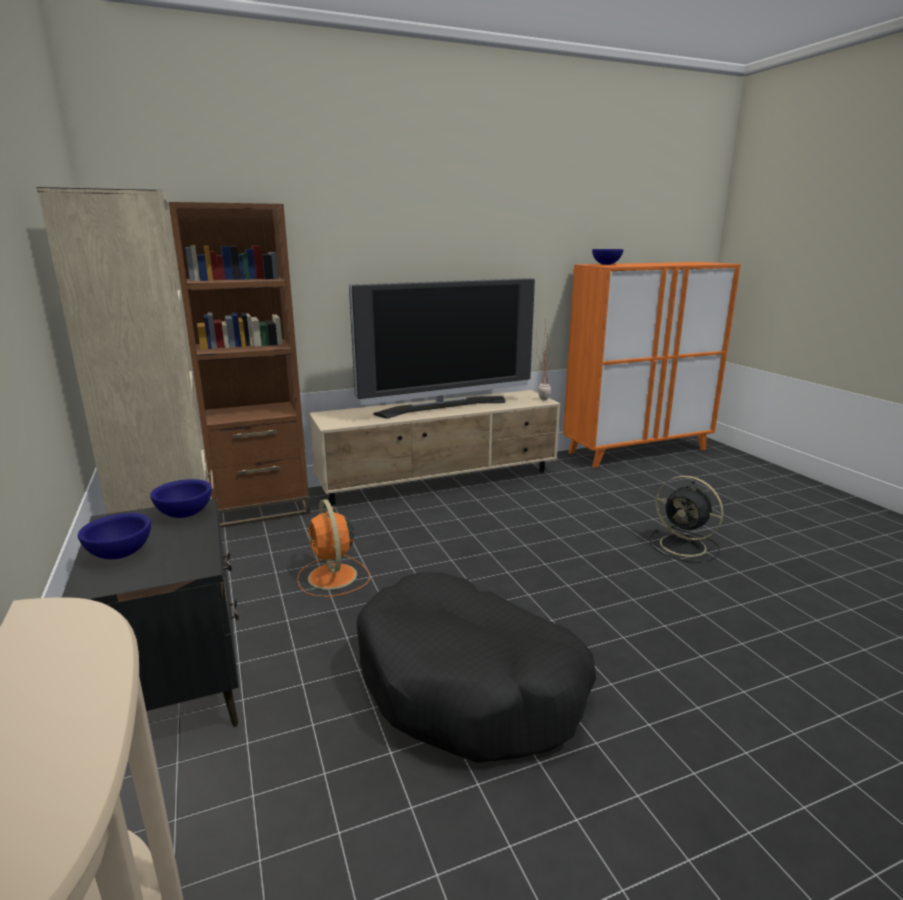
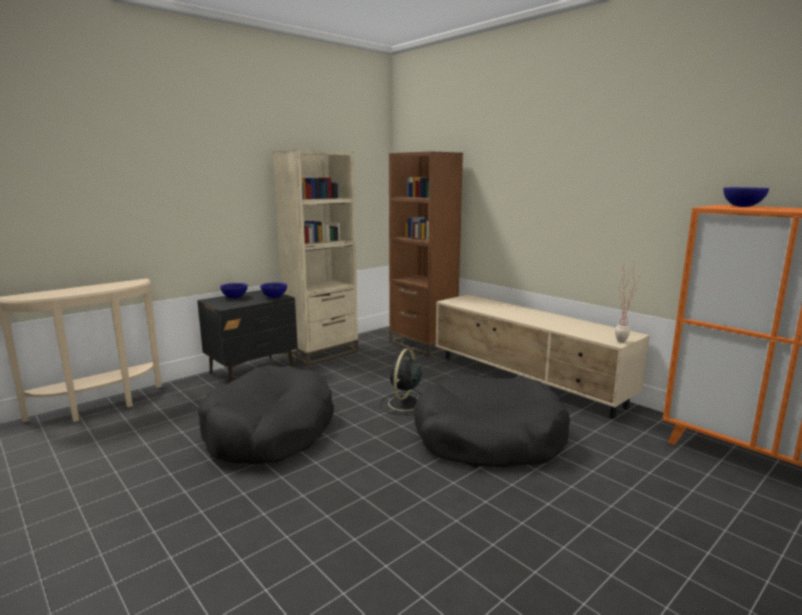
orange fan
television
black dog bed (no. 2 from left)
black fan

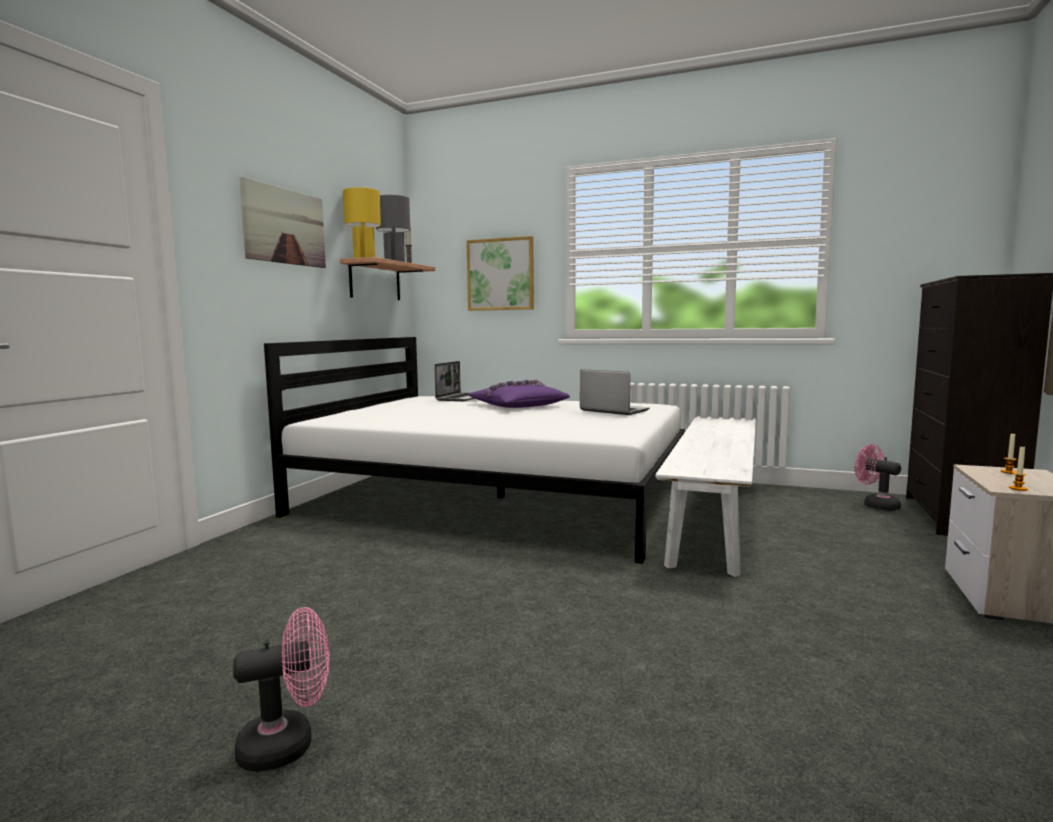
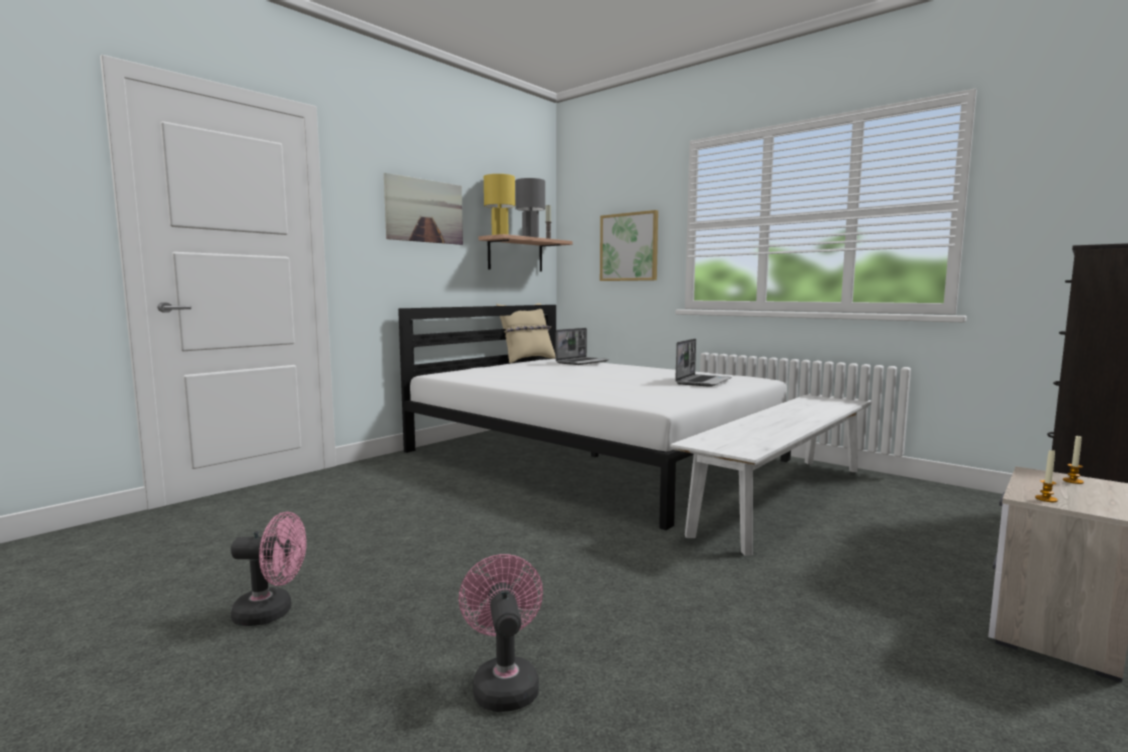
purple pillow
beige pillow
pink fan (no. 2 from left)
laptop (no. 2 from left)

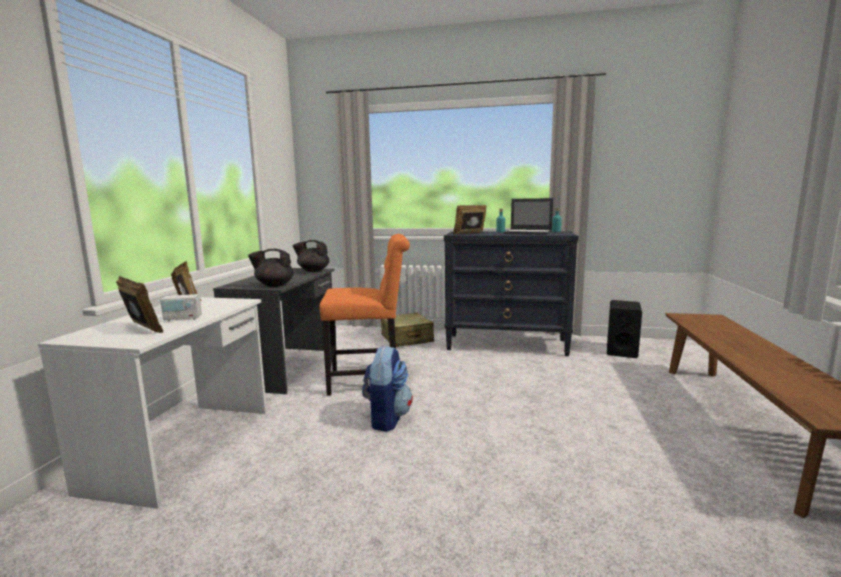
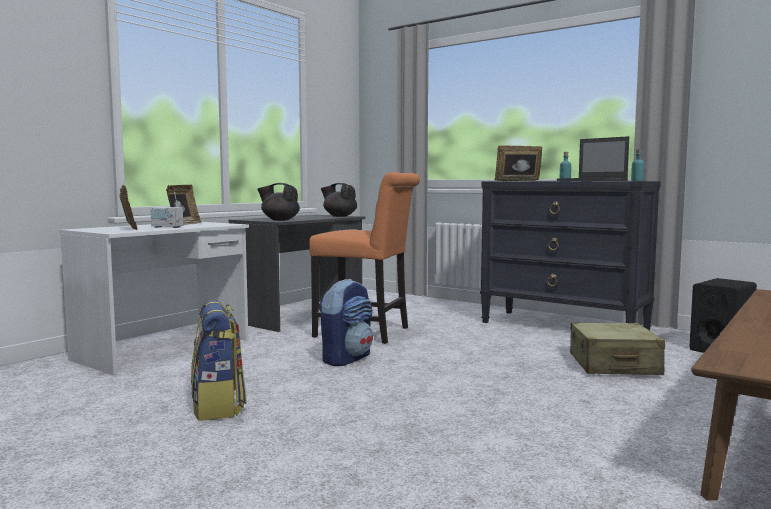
backpack (no. 1 from left)
beige suitcase

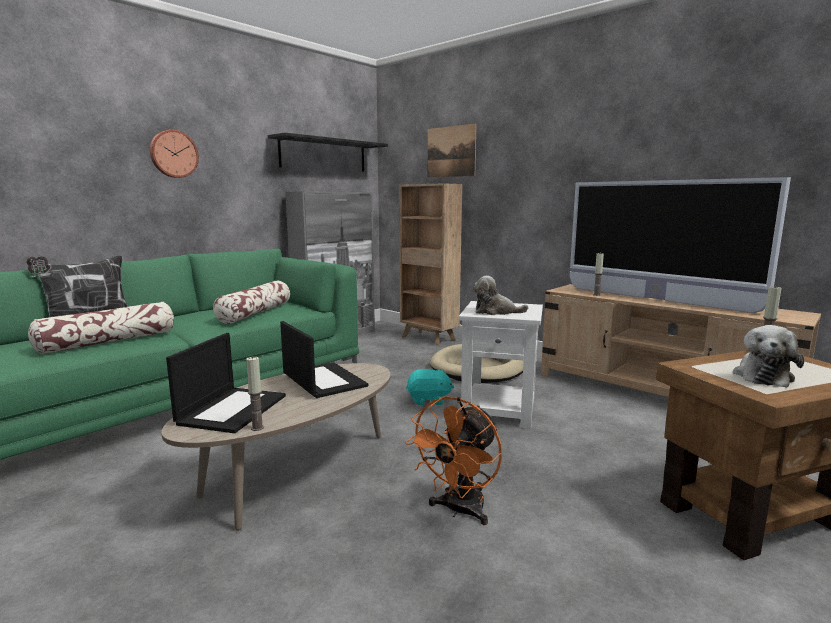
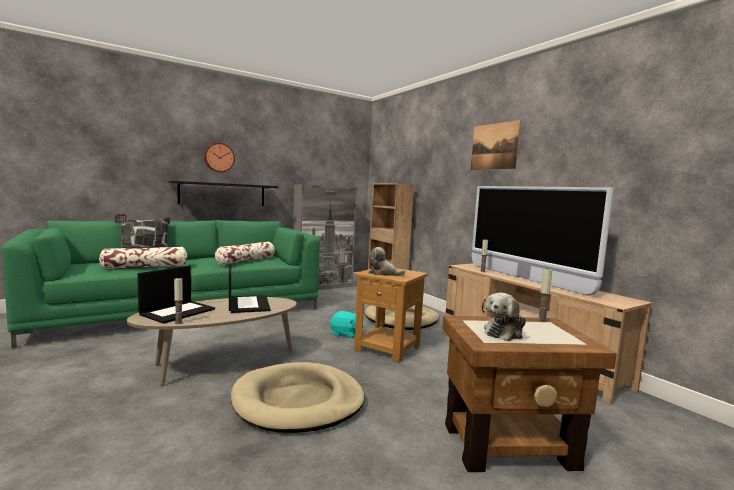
black shelf
picture
beige dog bed (no. 1 from left)
brown side table (no. 1 from left)

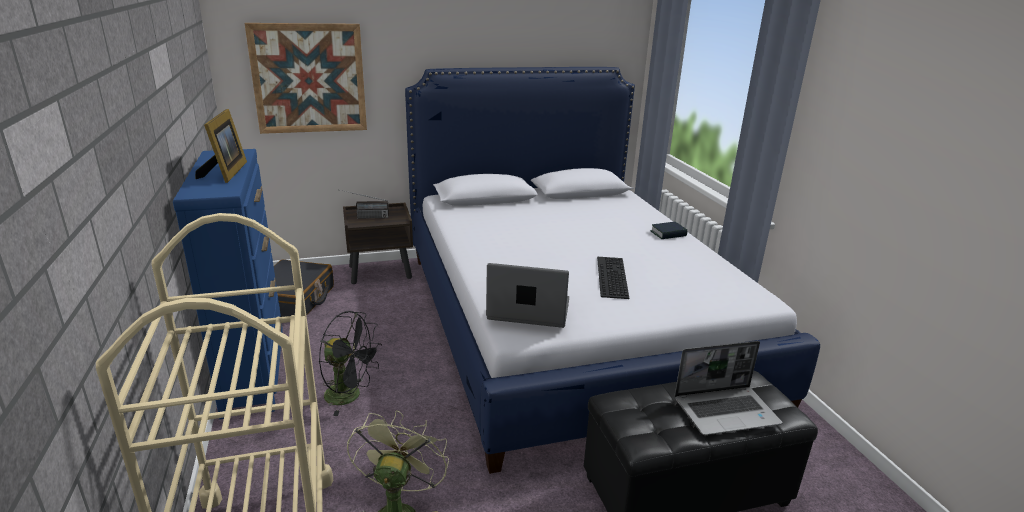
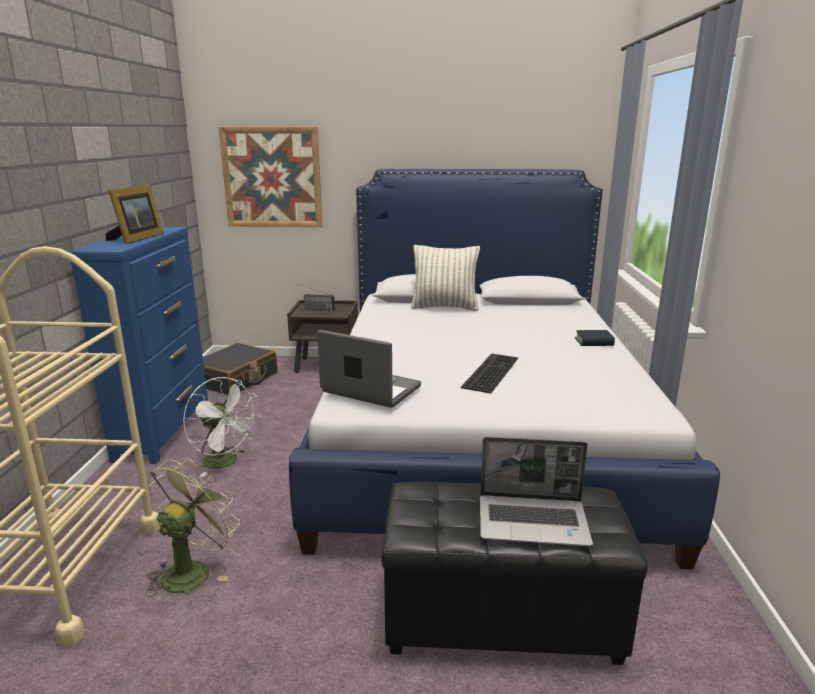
pillow
white fan

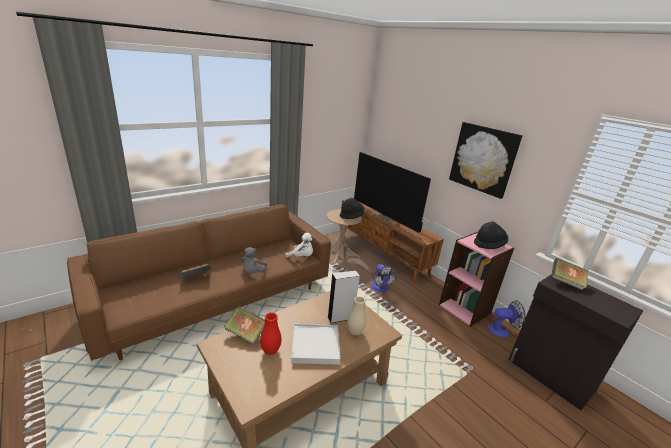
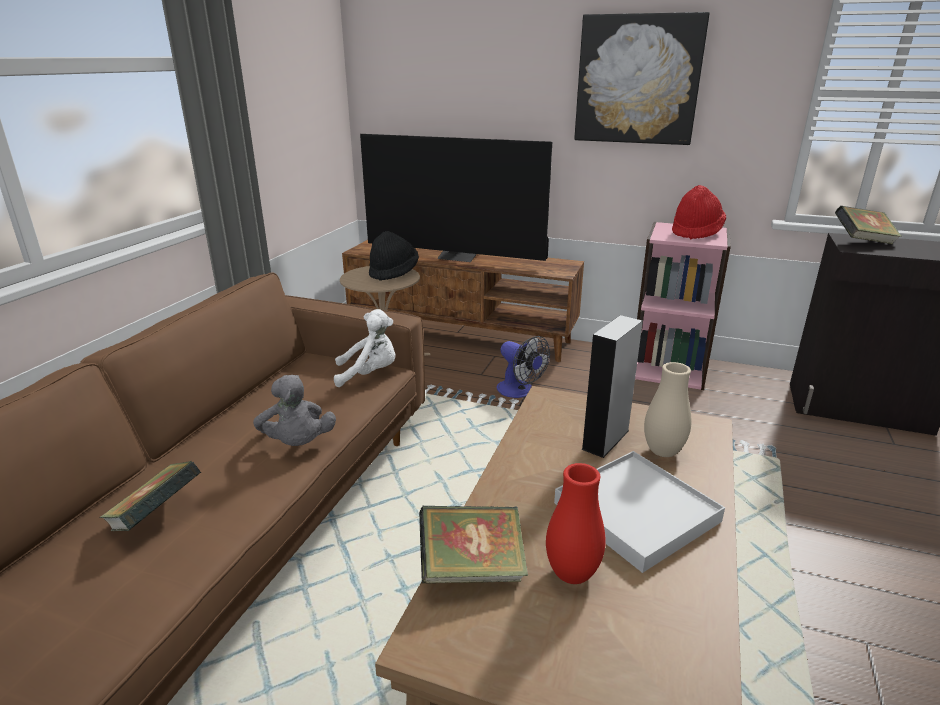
fan (no. 2 from left in the first image)
red hat

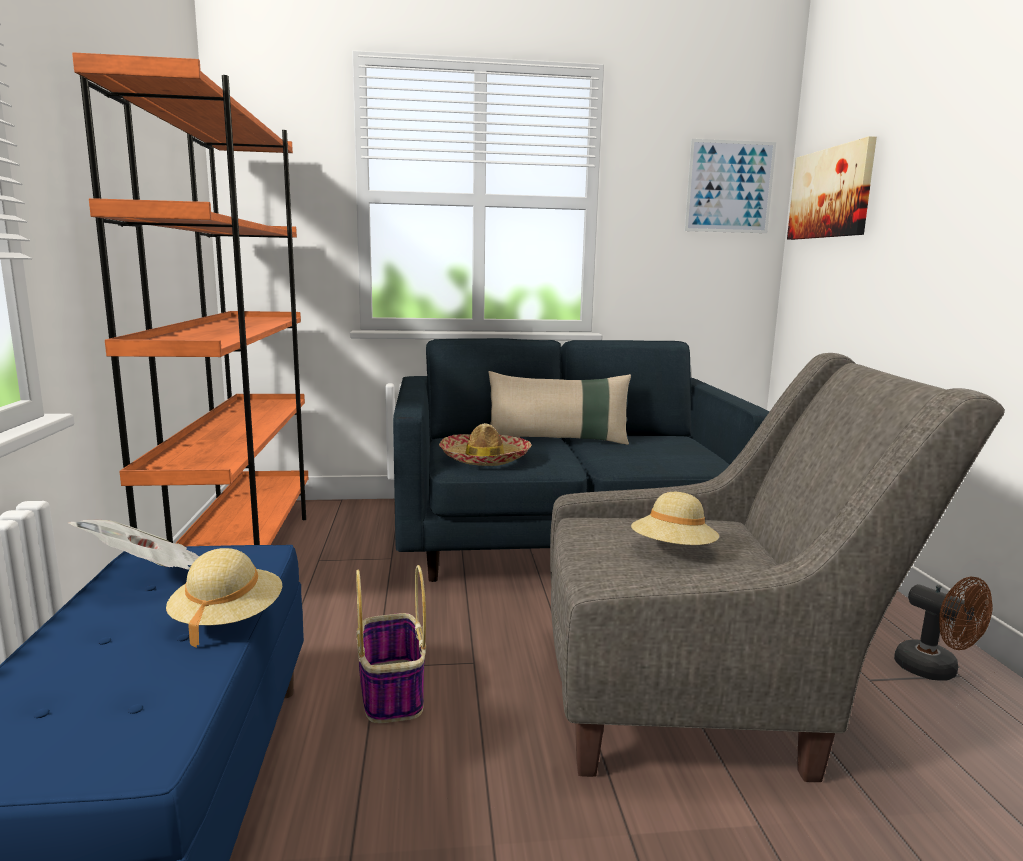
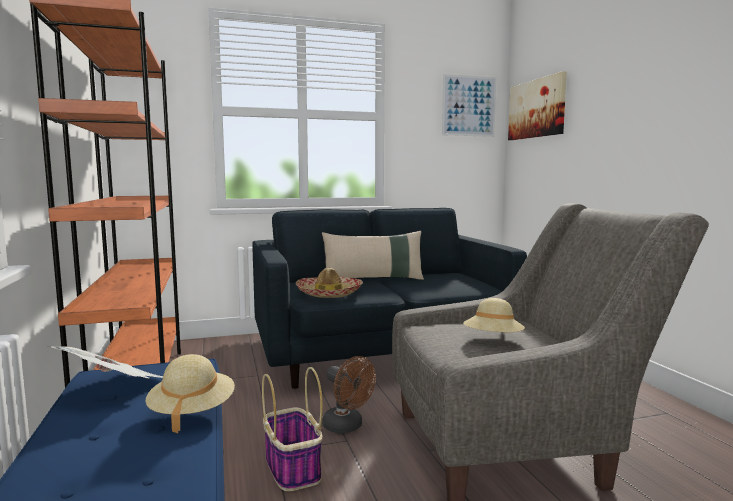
brown fan

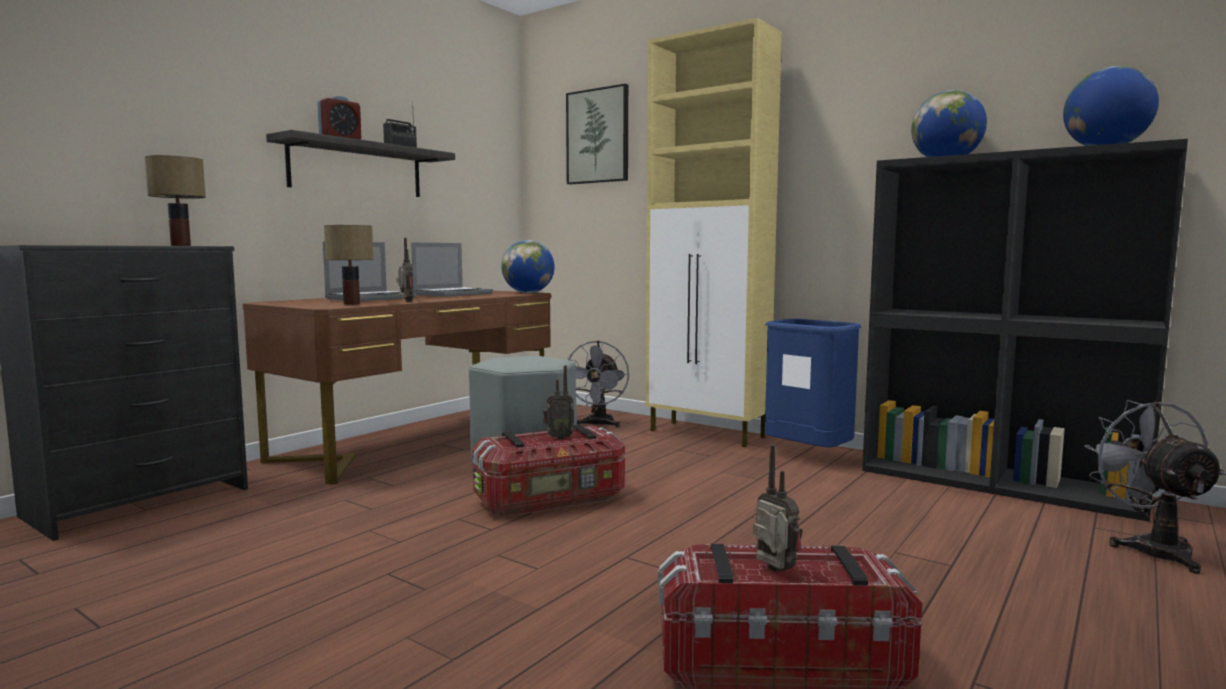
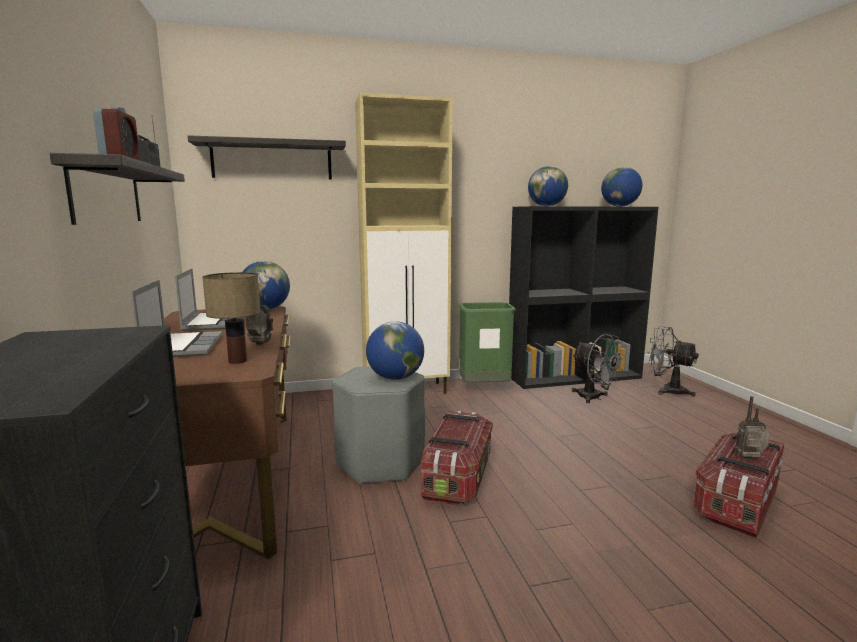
table lamp (no. 1 from left in the first image)
radio (no. 3 from left in the first image)
globe (no. 2 from left)
grey fan (no. 1 from left)
shelf (no. 2 from left)
green trash can

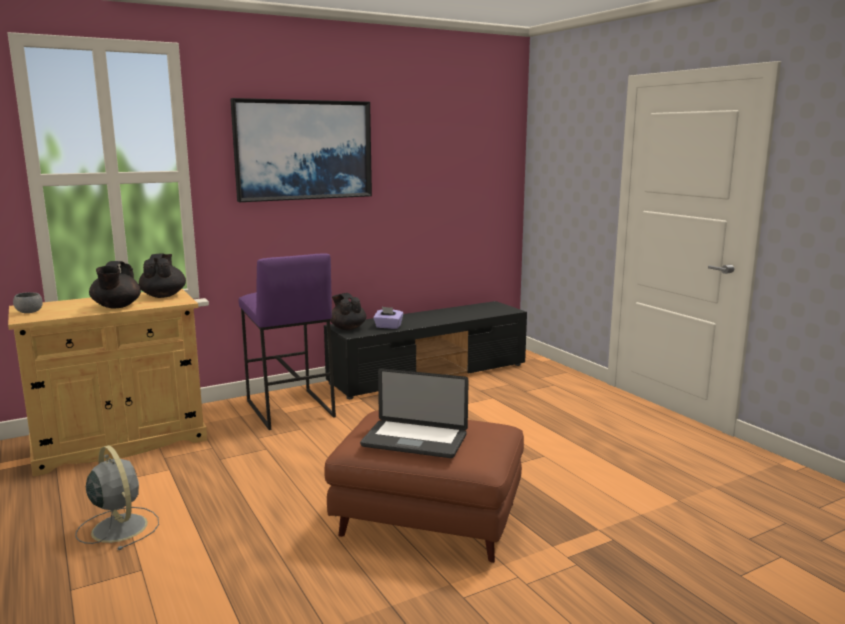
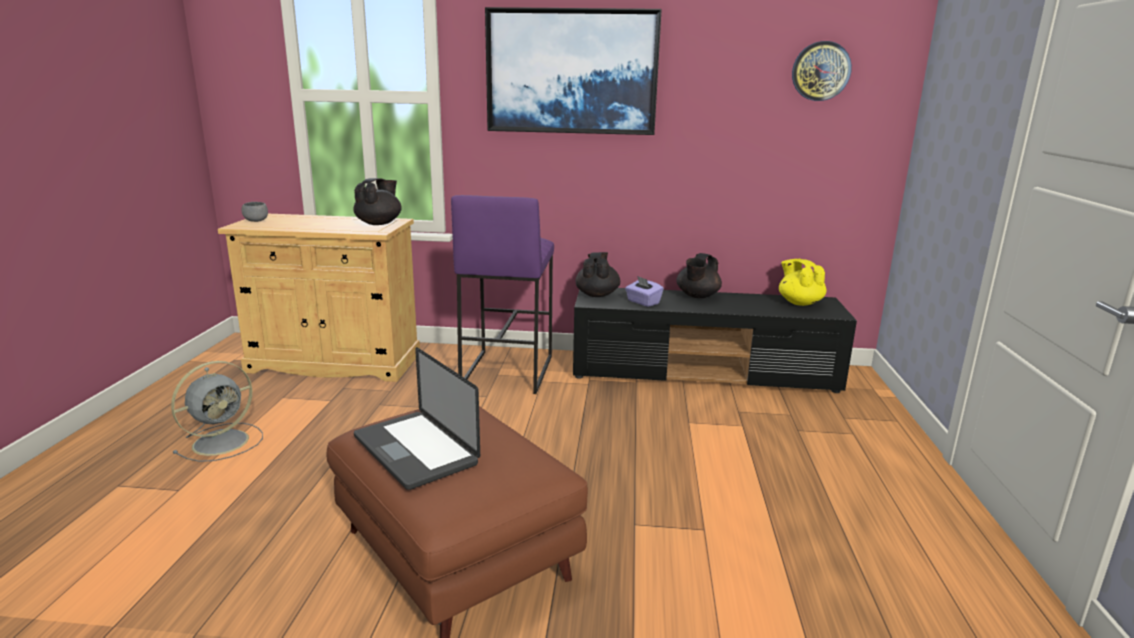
yellow teapot
wall clock
black teapot (no. 3 from left)
grey fan

